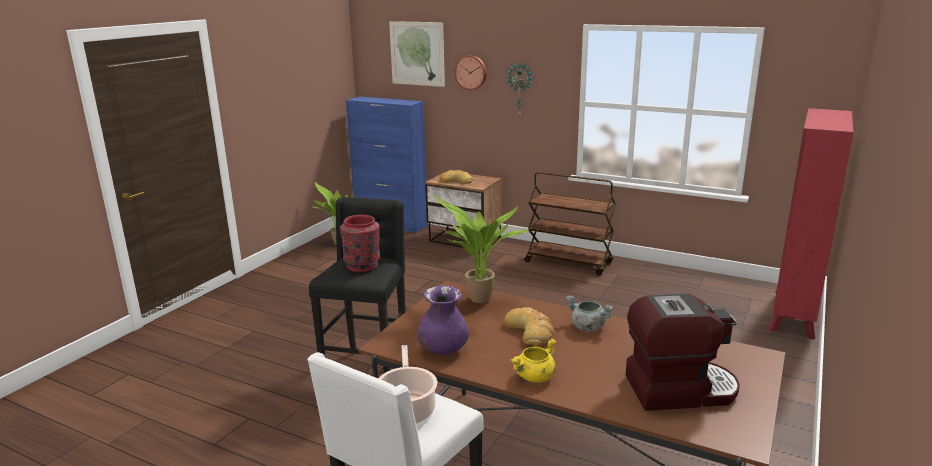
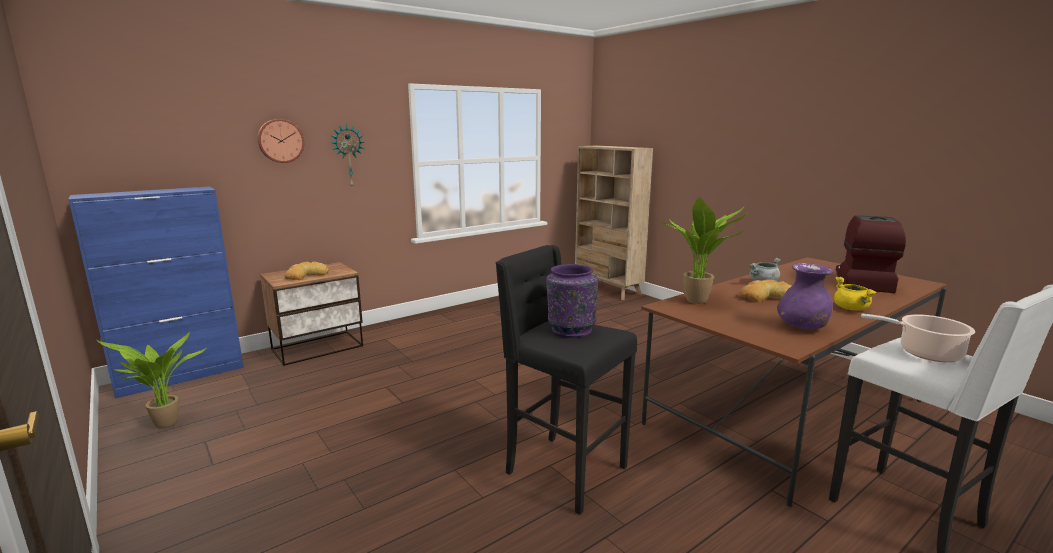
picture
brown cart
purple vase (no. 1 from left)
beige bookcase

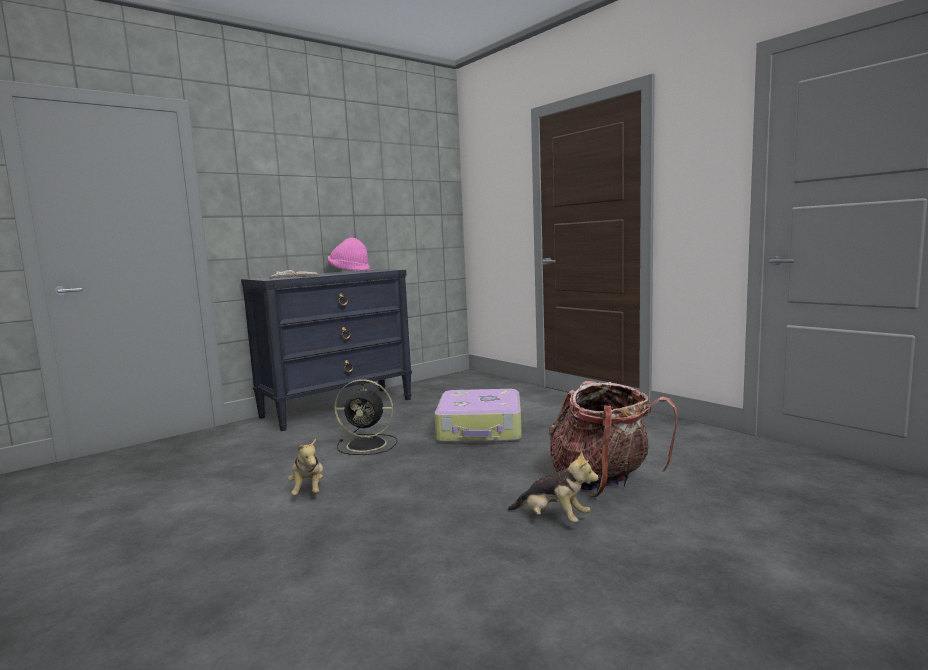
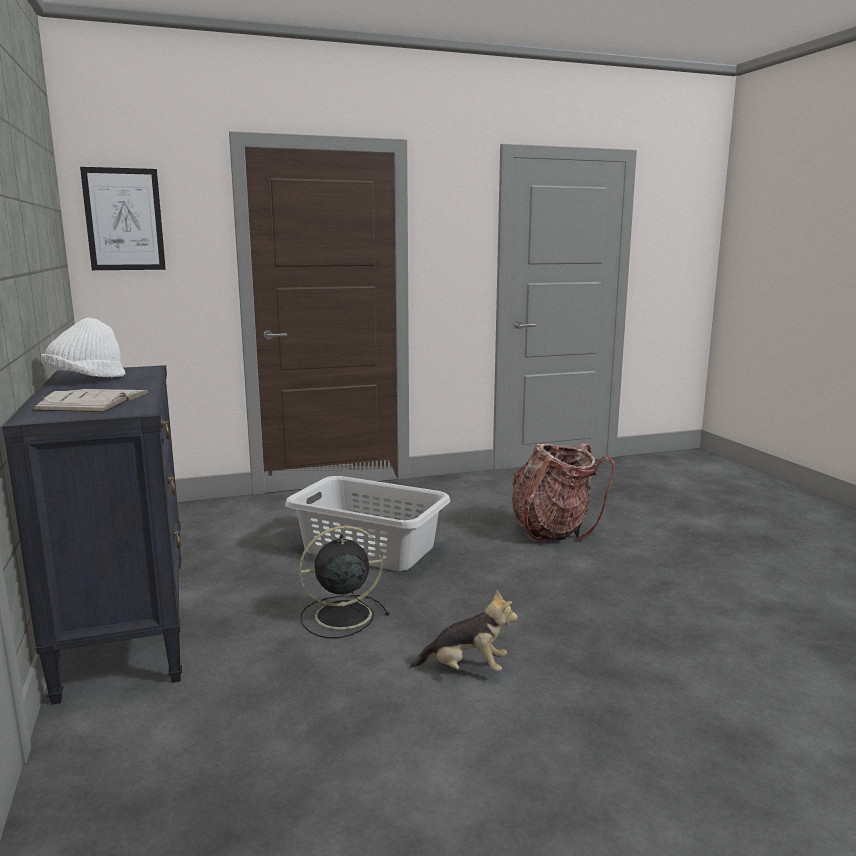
plush toy (no. 2 from left in the first image)
picture
grey laundry basket
white hat
black fan

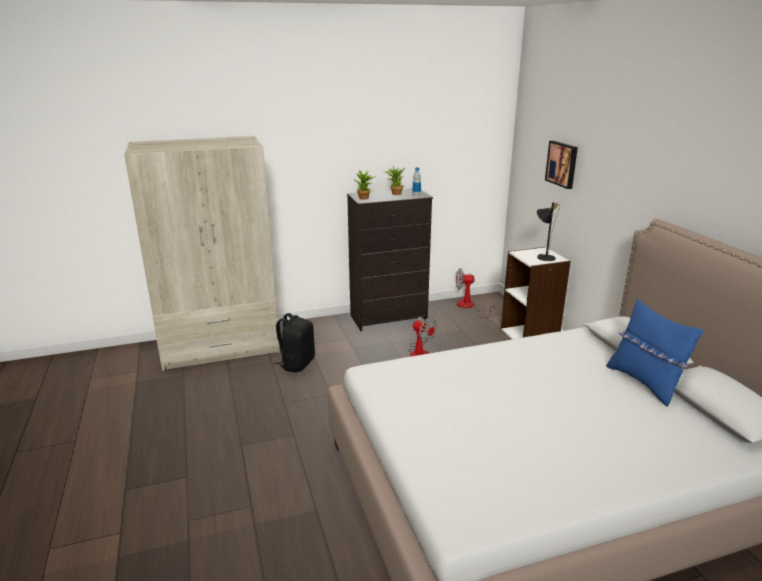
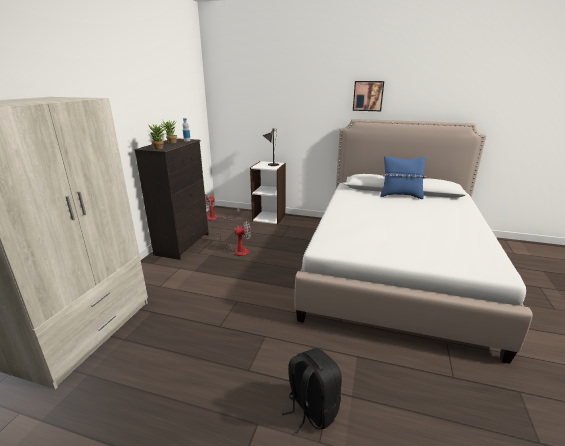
black backpack
picture

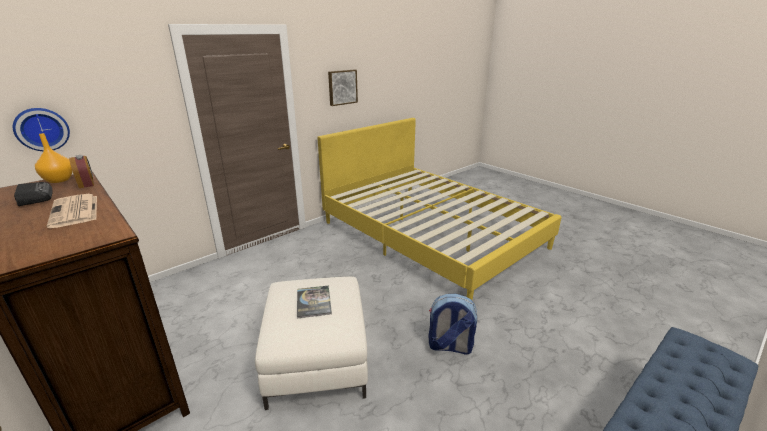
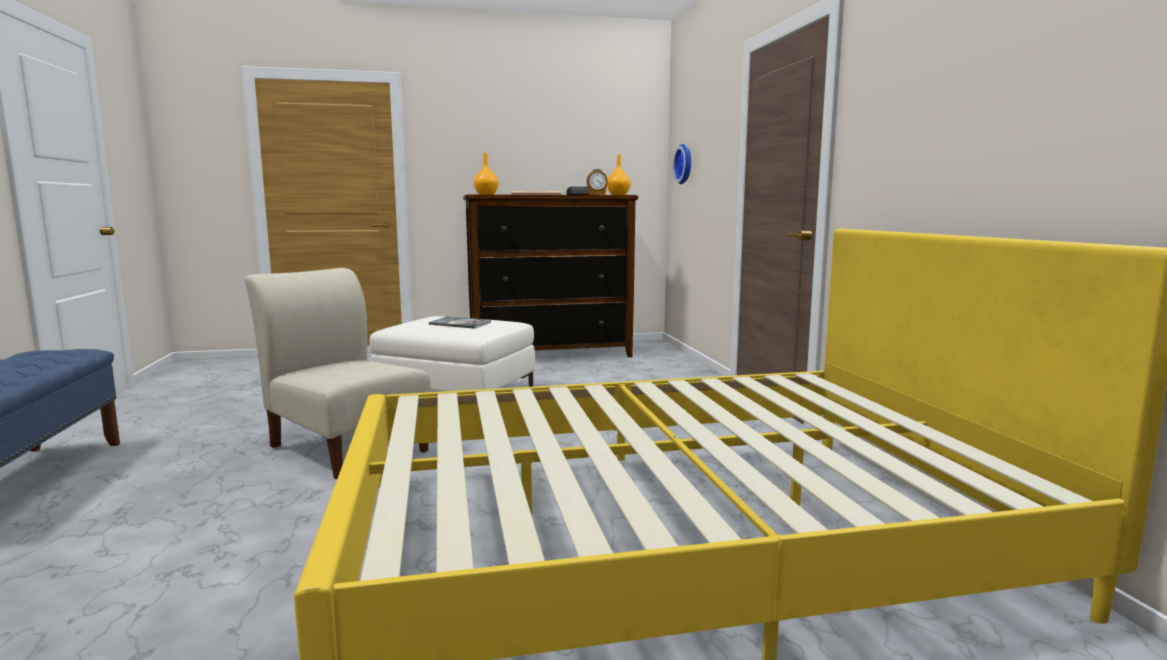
picture
orange vase (no. 1 from left)
beige chair

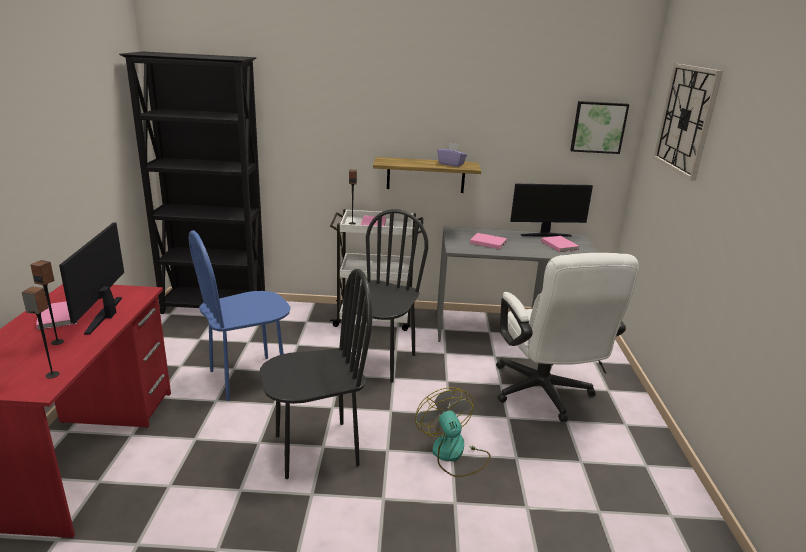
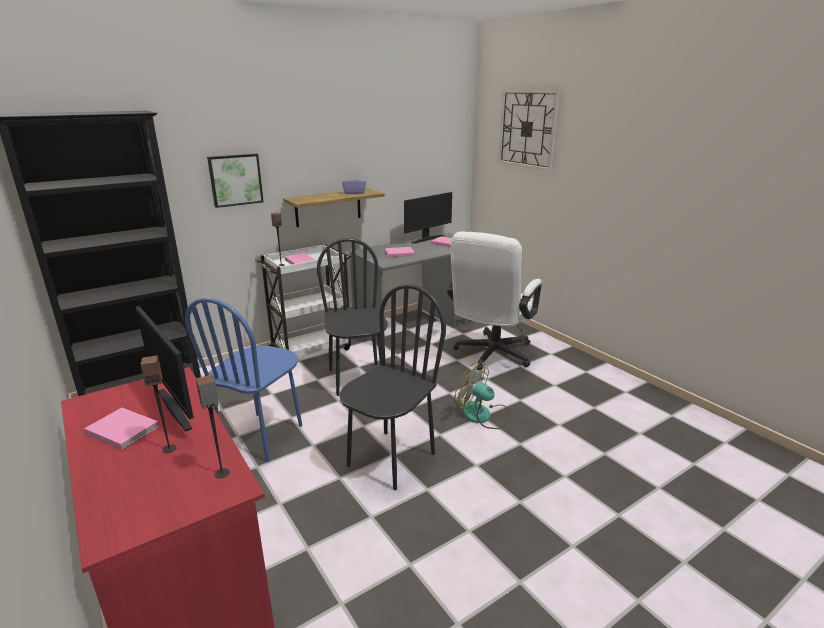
picture
white office chair

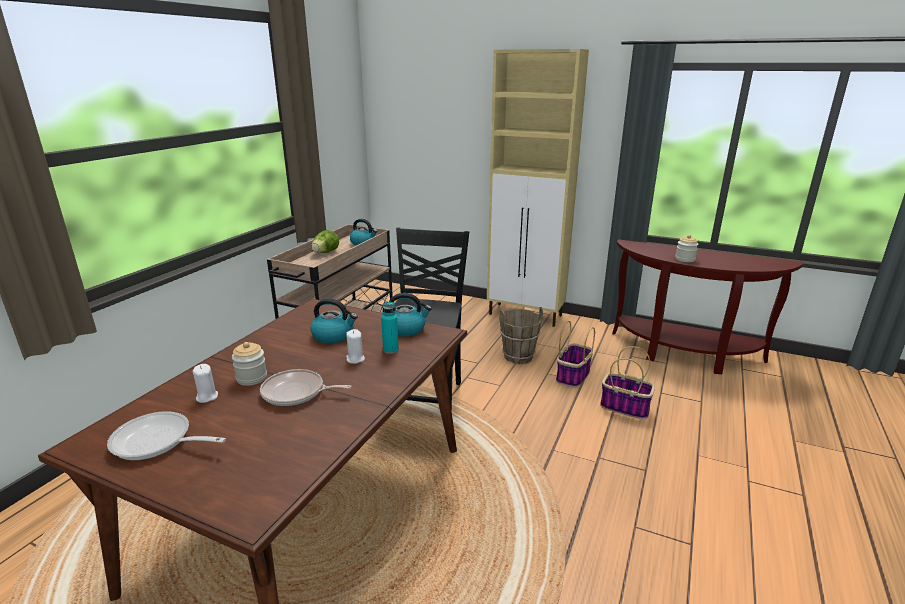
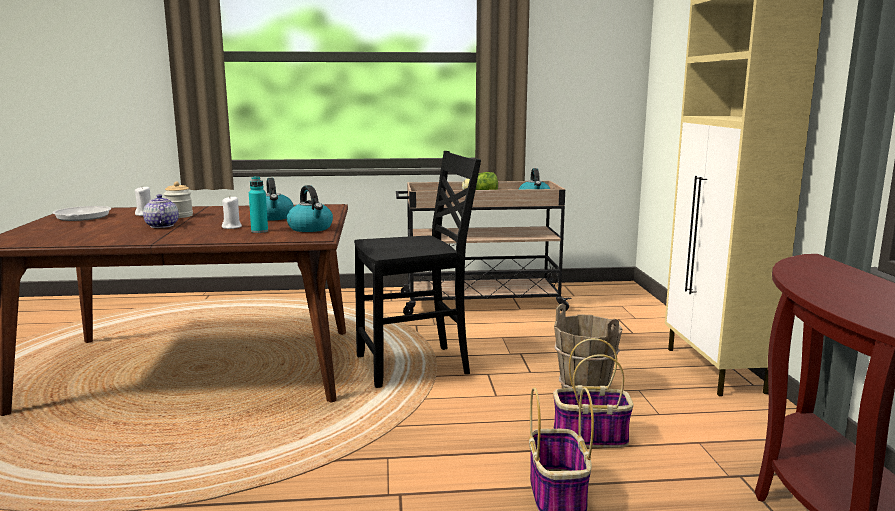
jar (no. 2 from left in the first image)
teapot

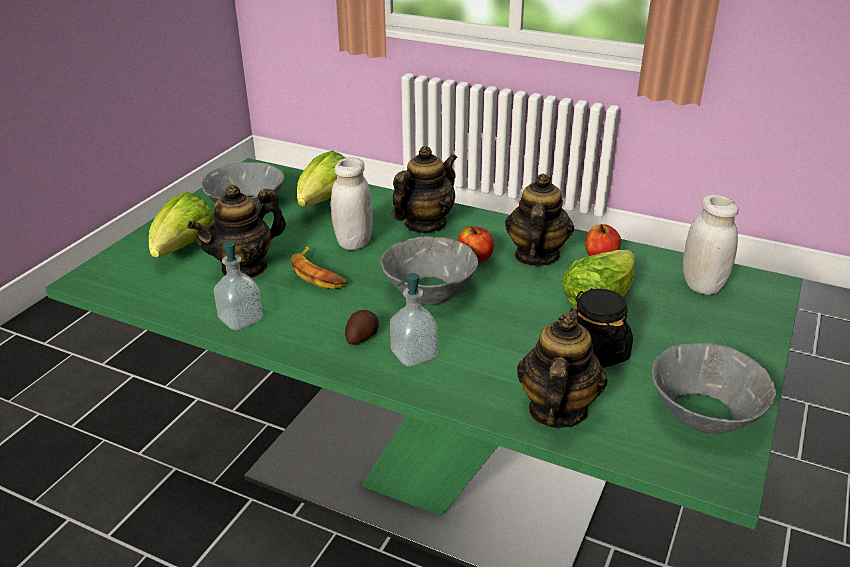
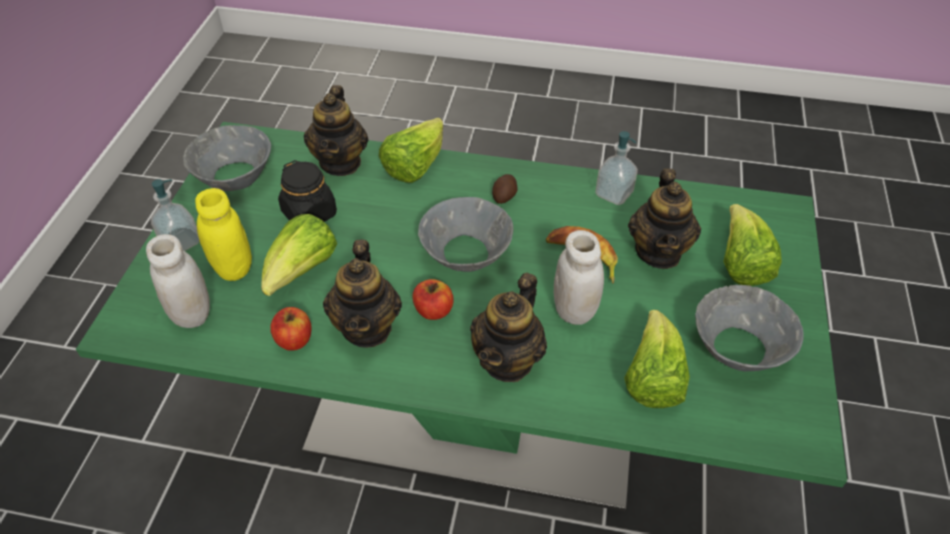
yellow jar
lettuce (no. 2 from left)
soap dispenser (no. 1 from left)
teapot (no. 4 from left)

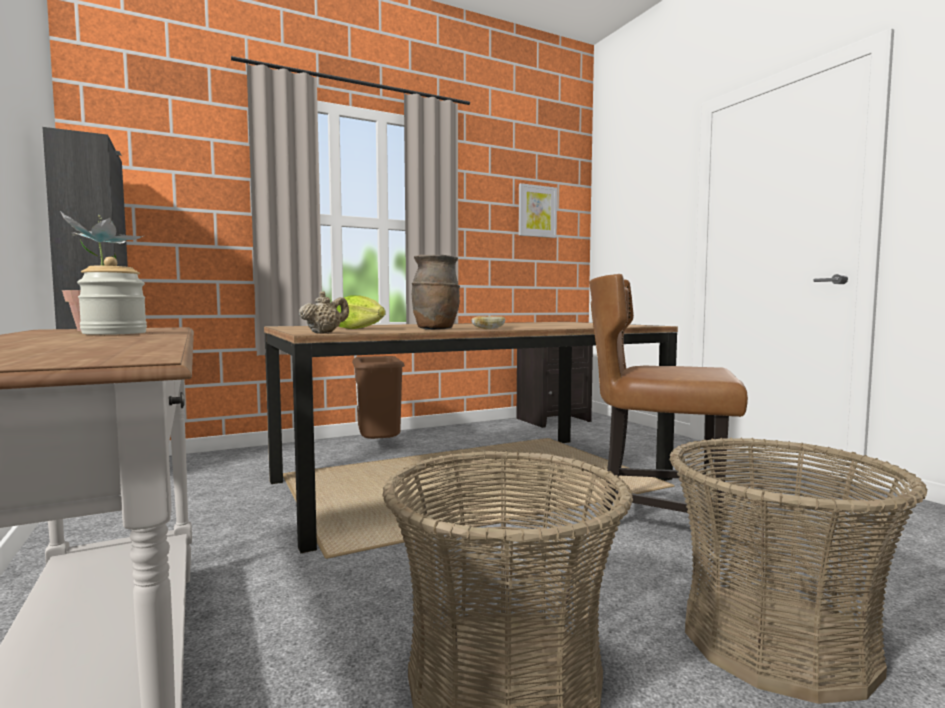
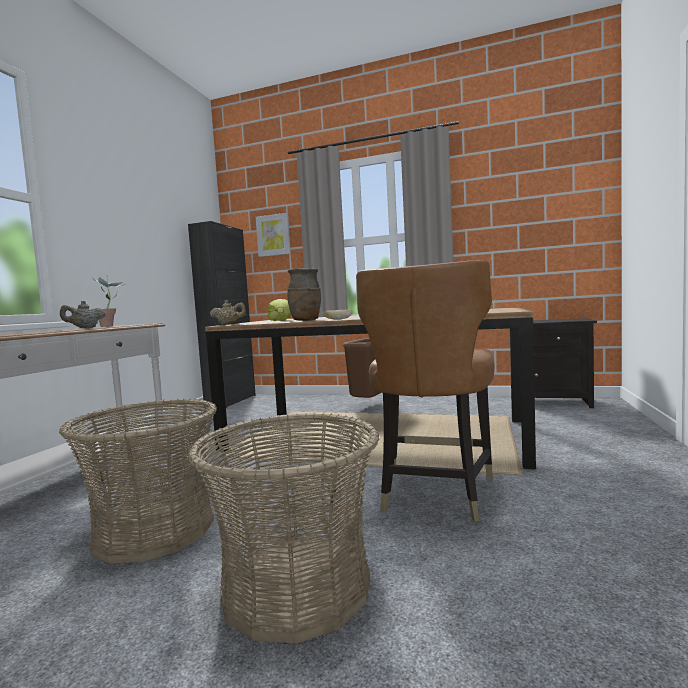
picture
beige teapot (no. 1 from left)
brown chair

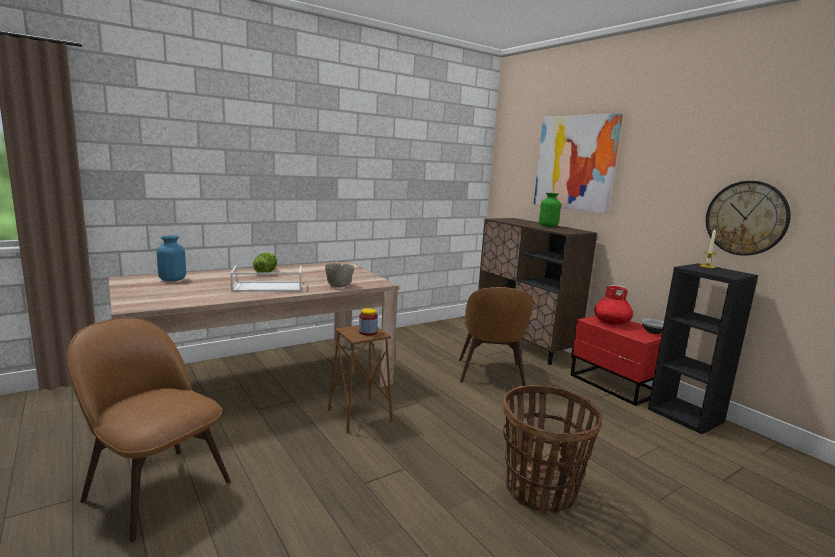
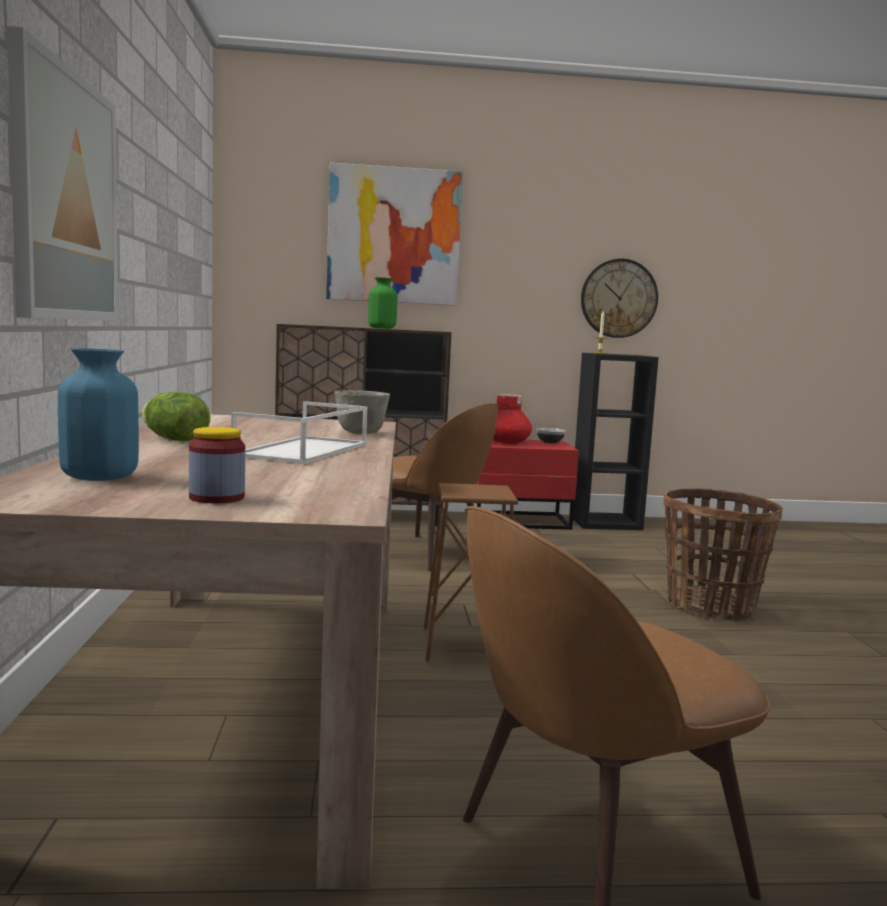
picture (no. 1 from left)
jar

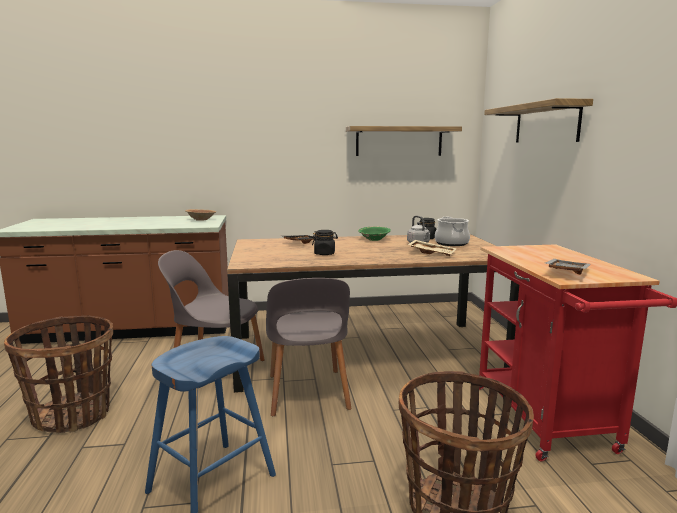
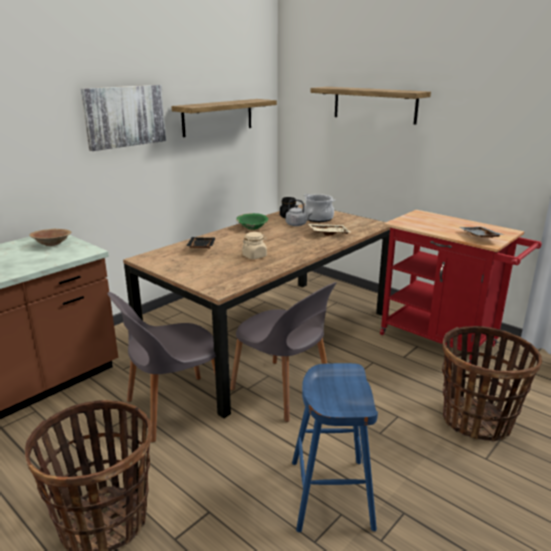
picture
beige jar

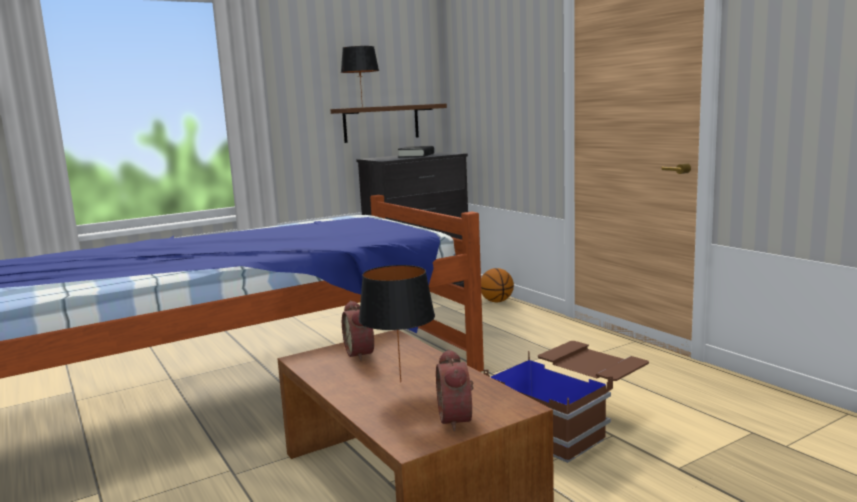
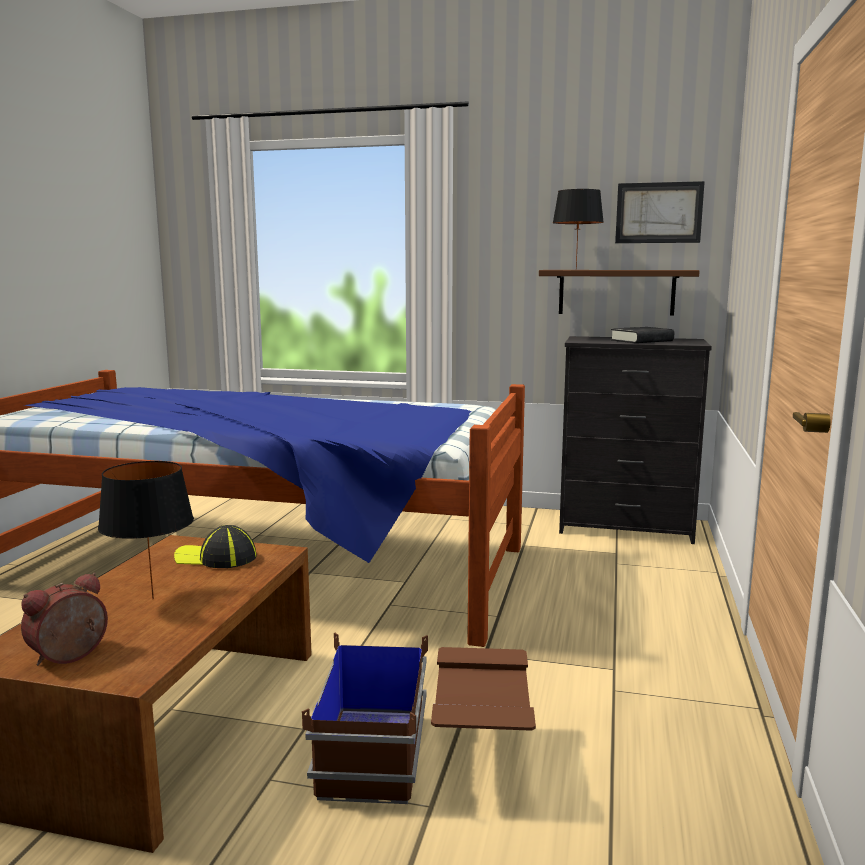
basketball
picture
cap

